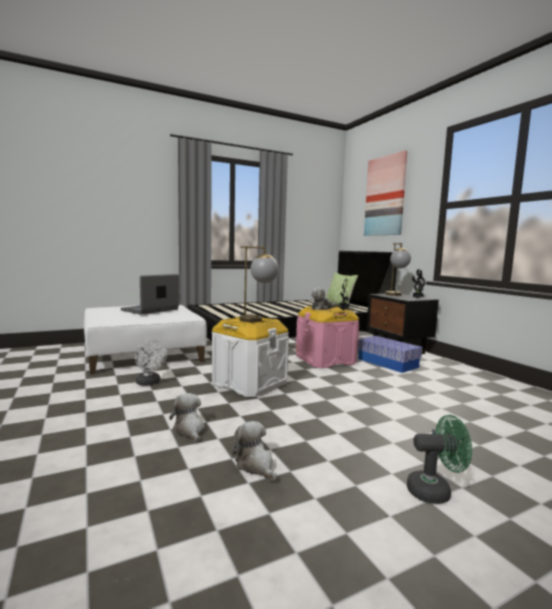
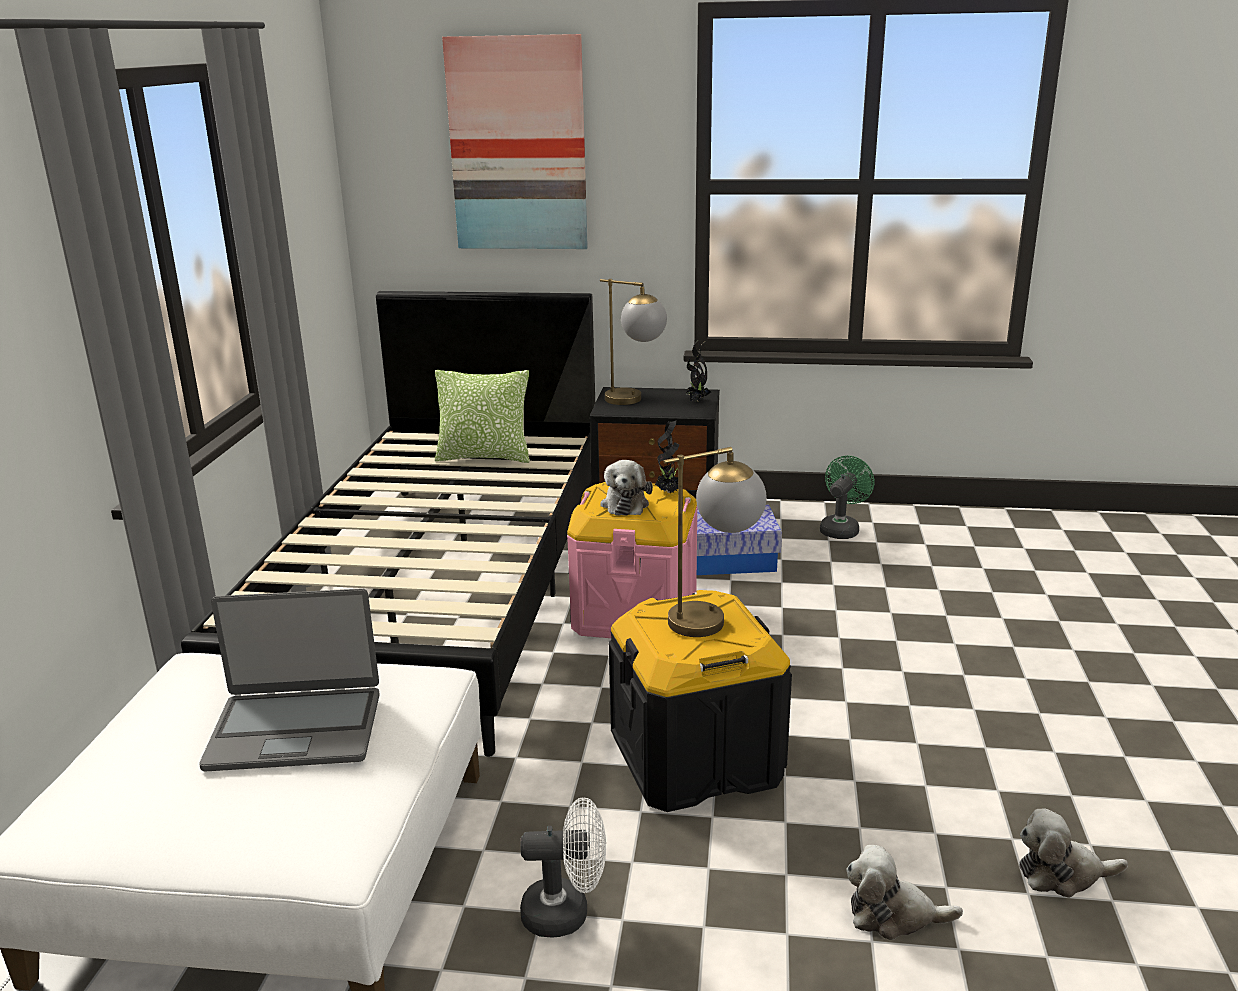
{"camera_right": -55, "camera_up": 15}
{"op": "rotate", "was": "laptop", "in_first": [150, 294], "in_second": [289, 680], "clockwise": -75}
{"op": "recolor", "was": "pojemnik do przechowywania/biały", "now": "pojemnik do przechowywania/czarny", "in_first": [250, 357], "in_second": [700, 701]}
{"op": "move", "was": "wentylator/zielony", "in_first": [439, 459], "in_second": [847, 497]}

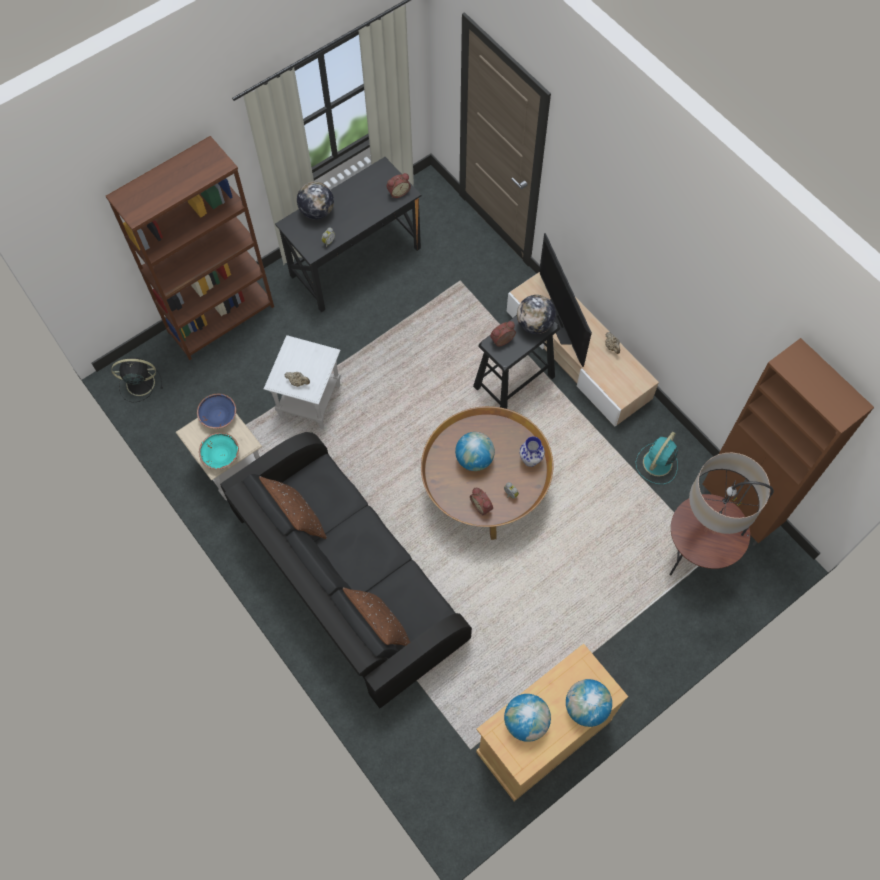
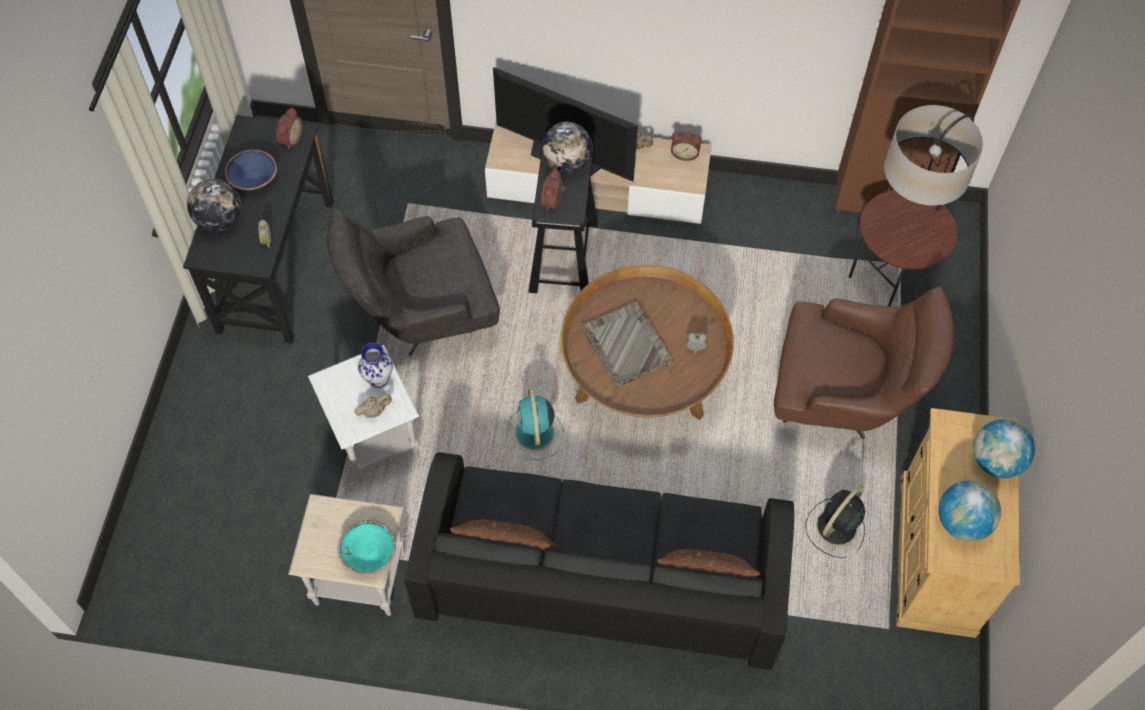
{"camera_right": -45, "camera_up": -5}
{"op": "delete", "was": "regał/brązowy", "in_first": [190, 248]}
{"op": "move", "was": "wentylator/czarny", "in_first": [136, 379], "in_second": [835, 521]}
{"op": "move", "was": "miska/niebieski", "in_first": [216, 411], "in_second": [251, 169]}
{"op": "replace", "was": "globus", "now": "taca/szary", "in_first": [475, 451], "in_second": [627, 345]}
{"op": "move", "was": "budzik", "in_first": [481, 501], "in_second": [686, 146]}
{"op": "move", "was": "wazon", "in_first": [532, 452], "in_second": [375, 365]}
{"op": "move", "was": "wentylator/turkusowy", "in_first": [657, 458], "in_second": [535, 422]}
{"op": "insert", "now": "fotel/szary", "in_second": [413, 282]}
{"op": "insert", "now": "fotel/brązowy", "in_second": [864, 363]}

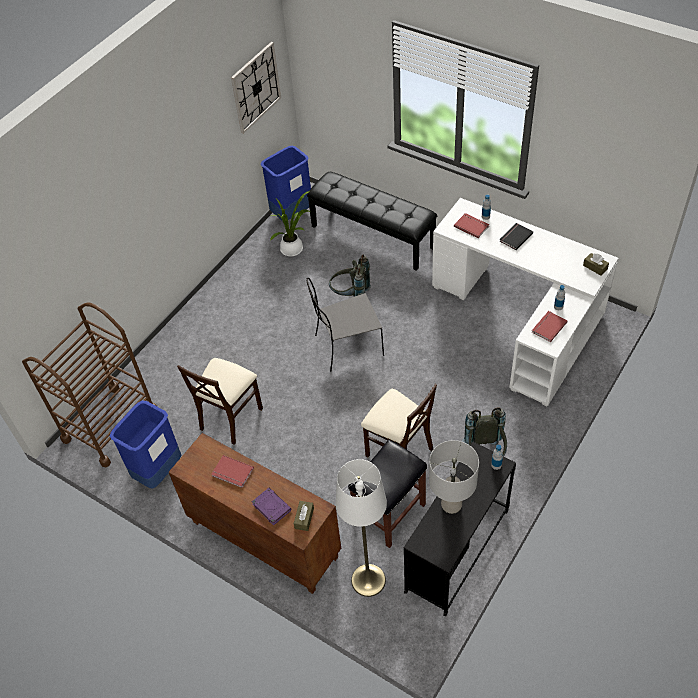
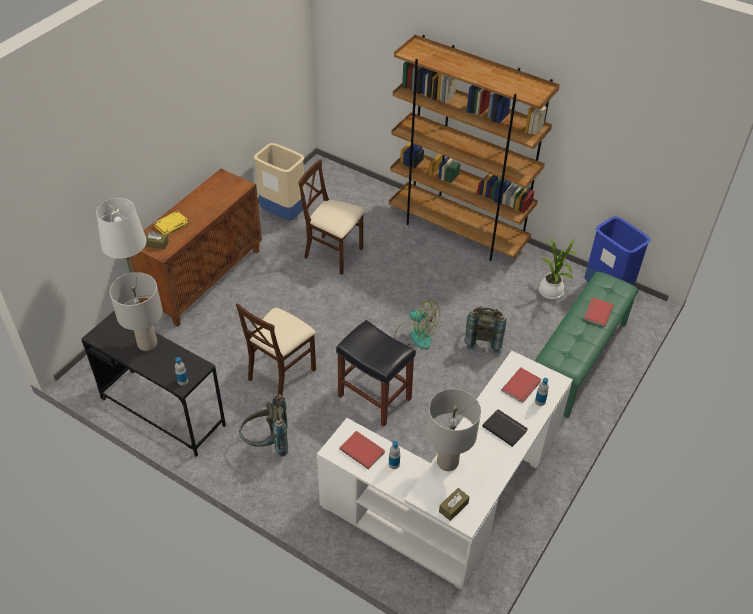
{"camera_right": 85, "camera_up": -5}
{"op": "delete", "was": "wózek/brązowy", "in_first": [89, 384]}
{"op": "recolor", "was": "kosz na śmieci/niebieski", "now": "kosz na śmieci/beżowy", "in_first": [145, 444], "in_second": [279, 181]}
{"op": "move", "was": "książka/czerwony", "in_first": [232, 471], "in_second": [599, 312]}
{"op": "delete", "was": "zegar ścienny", "in_first": [256, 88]}
{"op": "recolor", "was": "książka/fioletowy", "now": "książka/żółty", "in_first": [271, 507], "in_second": [171, 223]}
{"op": "replace", "was": "krzesło/szary", "now": "wentylator", "in_first": [345, 324], "in_second": [417, 324]}
{"op": "recolor", "was": "ławka/czarny", "now": "ławka/zielony", "in_first": [372, 221], "in_second": [587, 345]}
{"op": "move", "was": "stołek/czarny", "in_first": [387, 493], "in_second": [376, 373]}
{"op": "insert", "now": "regał/brązowy", "in_second": [474, 148]}
{"op": "insert", "now": "lampa stołowa/szary", "in_second": [454, 430]}

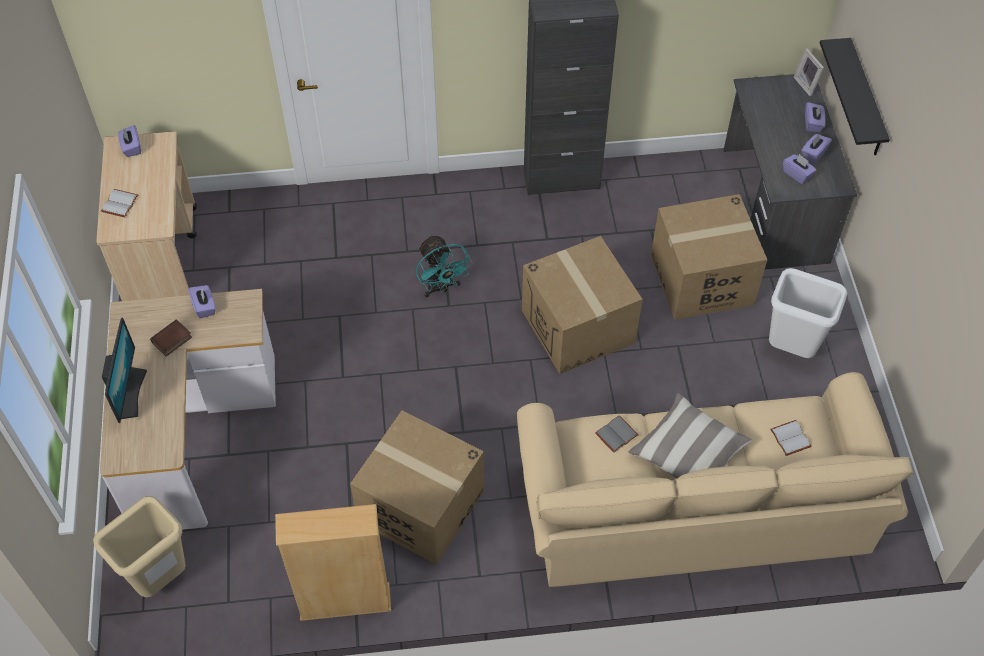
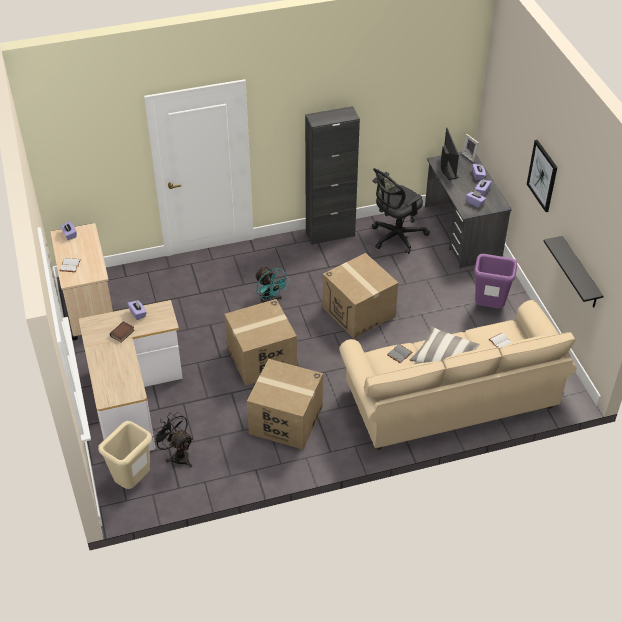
{"camera_right": -10, "camera_up": -10}
{"op": "move", "was": "monitor", "in_first": [124, 370], "in_second": [450, 154]}
{"op": "delete", "was": "regał/beżowy", "in_first": [333, 562]}
{"op": "move", "was": "karton", "in_first": [709, 257], "in_second": [260, 342]}
{"op": "recolor", "was": "kosz na śmieci/biały", "now": "kosz na śmieci/fioletowy", "in_first": [808, 313], "in_second": [495, 281]}
{"op": "move", "was": "półka/czarny", "in_first": [855, 96], "in_second": [573, 271]}
{"op": "insert", "now": "wentylator/czarny", "in_second": [172, 440]}
{"op": "insert", "now": "krzesło biurowe/czarny", "in_second": [401, 211]}
{"op": "insert", "now": "obraz", "in_second": [542, 176]}

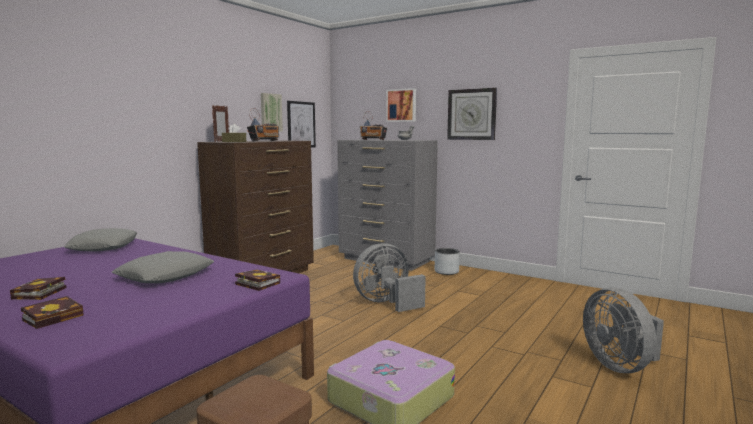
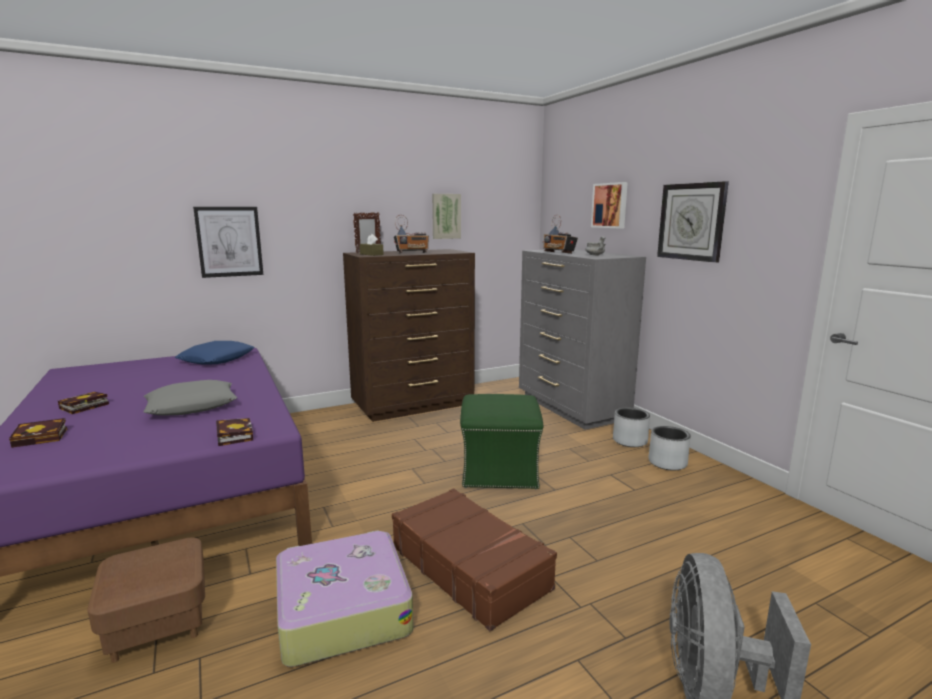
{"camera_right": 30, "camera_up": 5}
{"op": "recolor", "was": "poduszka/szary", "now": "poduszka/niebieski", "in_first": [101, 240], "in_second": [214, 353]}
{"op": "move", "was": "obraz", "in_first": [301, 124], "in_second": [228, 242]}
{"op": "replace", "was": "wentylator/szary", "now": "pufa/zielony", "in_first": [389, 277], "in_second": [501, 441]}
{"op": "insert", "now": "walizka/brązowy", "in_second": [474, 559]}
{"op": "insert", "now": "donica/szary", "in_second": [670, 448]}

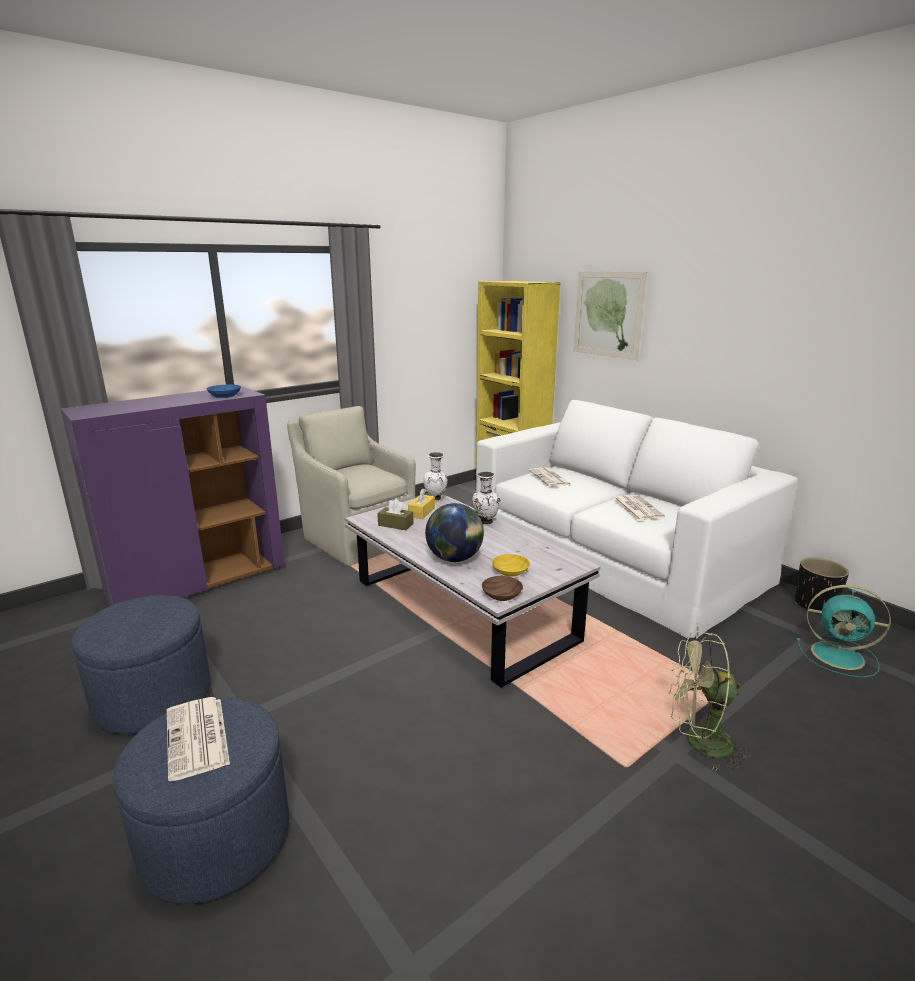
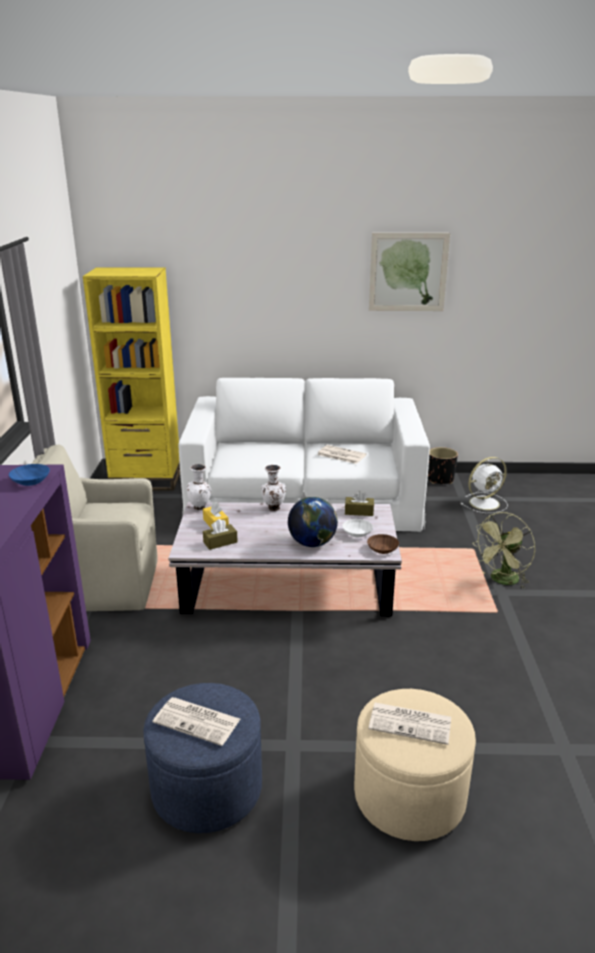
{"camera_right": -50, "camera_up": 5}
{"op": "recolor", "was": "pufa/niebieski", "now": "pufa/beżowy", "in_first": [201, 801], "in_second": [415, 765]}
{"op": "recolor", "was": "miska/żółty", "now": "miska/biały", "in_first": [511, 565], "in_second": [357, 528]}
{"op": "move", "was": "gazeta", "in_first": [550, 477], "in_second": [196, 721]}
{"op": "move", "was": "obraz", "in_first": [610, 315], "in_second": [409, 272]}
{"op": "recolor", "was": "wentylator/turkusowy", "now": "wentylator/biały", "in_first": [844, 631], "in_second": [484, 485]}
{"op": "insert", "now": "pudełko chusteczek/brązowy", "in_second": [359, 503]}

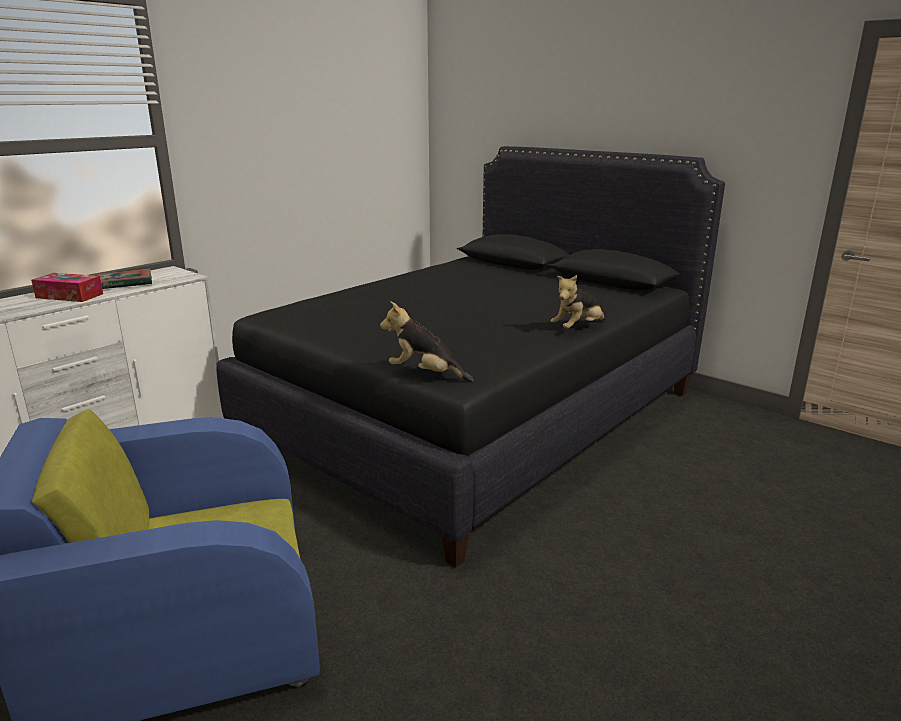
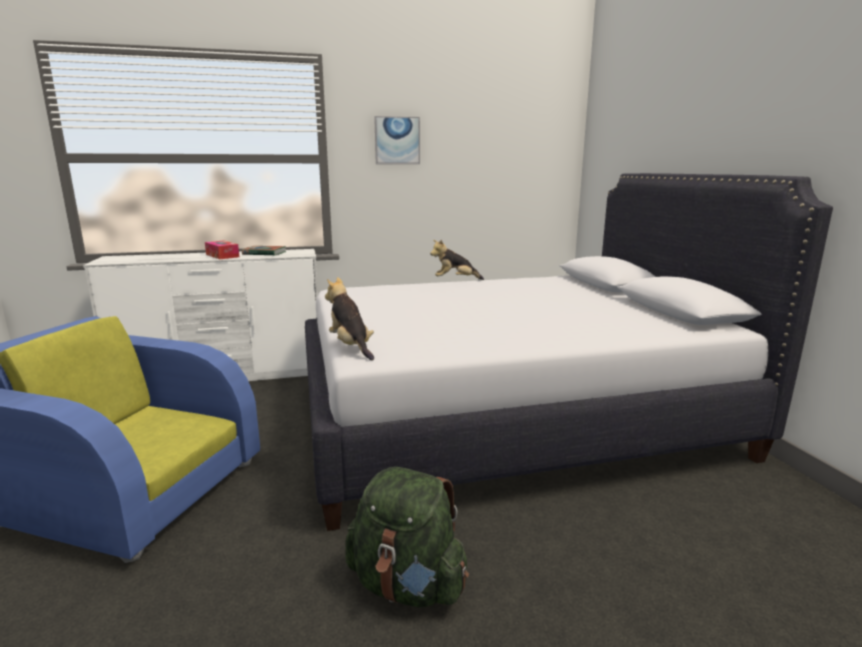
{"camera_right": 35, "camera_up": -5}
{"op": "recolor", "was": "łóżko/czarny", "now": "łóżko/biały", "in_first": [470, 357], "in_second": [569, 352]}
{"op": "move", "was": "pluszak", "in_first": [578, 302], "in_second": [457, 260]}
{"op": "insert", "now": "plecak/zielony", "in_second": [407, 537]}
{"op": "insert", "now": "obraz", "in_second": [397, 140]}

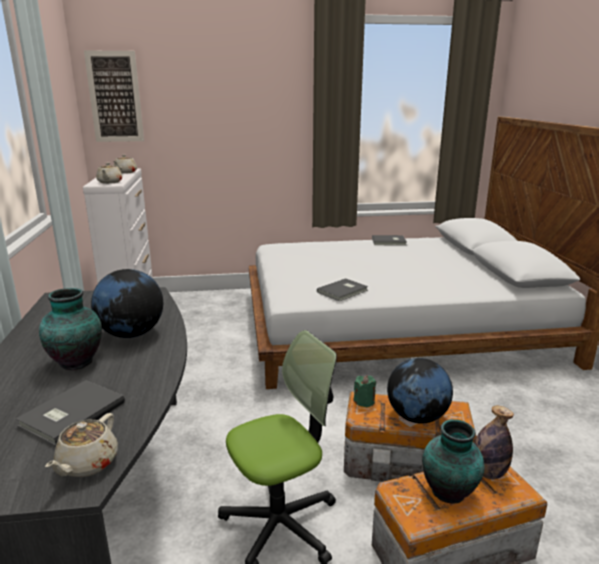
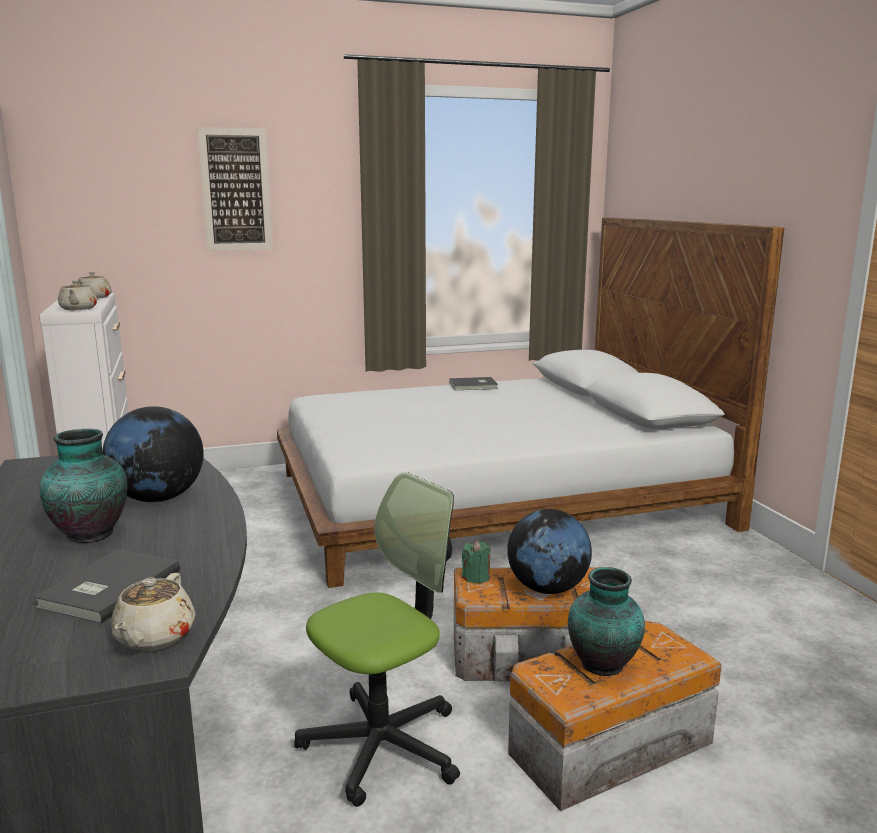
{"camera_right": -10, "camera_up": -5}
{"op": "move", "was": "obraz", "in_first": [114, 96], "in_second": [235, 189]}
{"op": "delete", "was": "książka/szary", "in_first": [342, 289]}
{"op": "delete", "was": "butelka", "in_first": [494, 442]}

